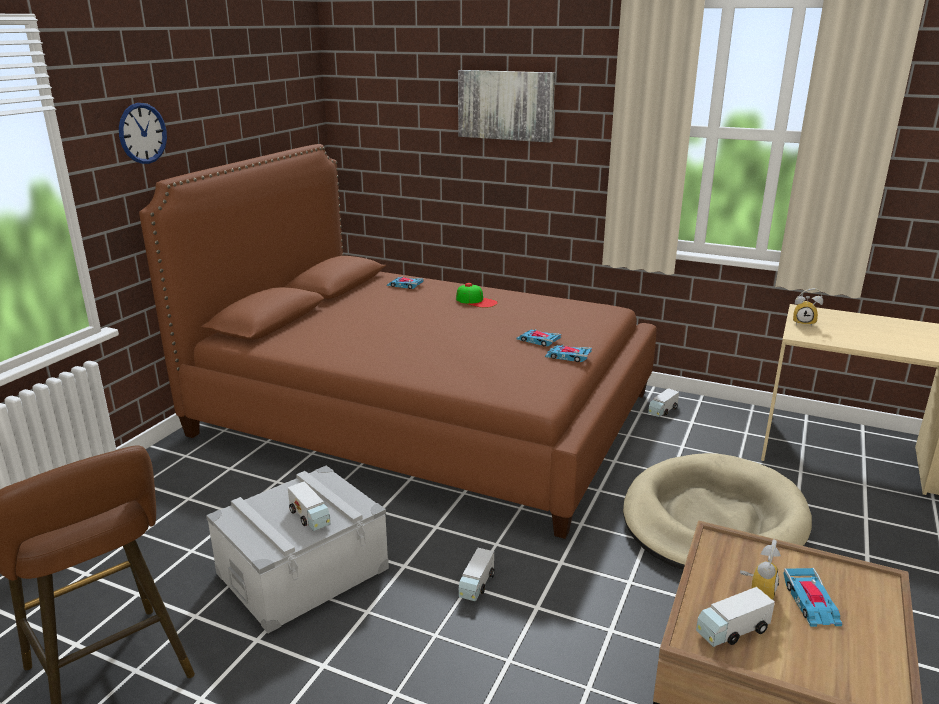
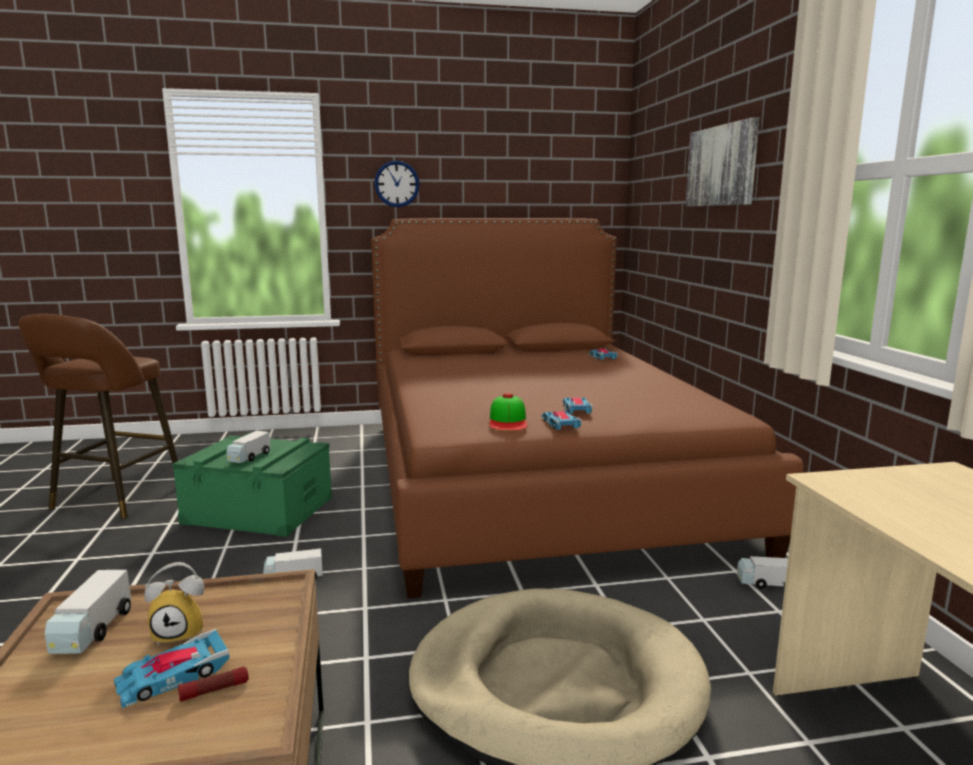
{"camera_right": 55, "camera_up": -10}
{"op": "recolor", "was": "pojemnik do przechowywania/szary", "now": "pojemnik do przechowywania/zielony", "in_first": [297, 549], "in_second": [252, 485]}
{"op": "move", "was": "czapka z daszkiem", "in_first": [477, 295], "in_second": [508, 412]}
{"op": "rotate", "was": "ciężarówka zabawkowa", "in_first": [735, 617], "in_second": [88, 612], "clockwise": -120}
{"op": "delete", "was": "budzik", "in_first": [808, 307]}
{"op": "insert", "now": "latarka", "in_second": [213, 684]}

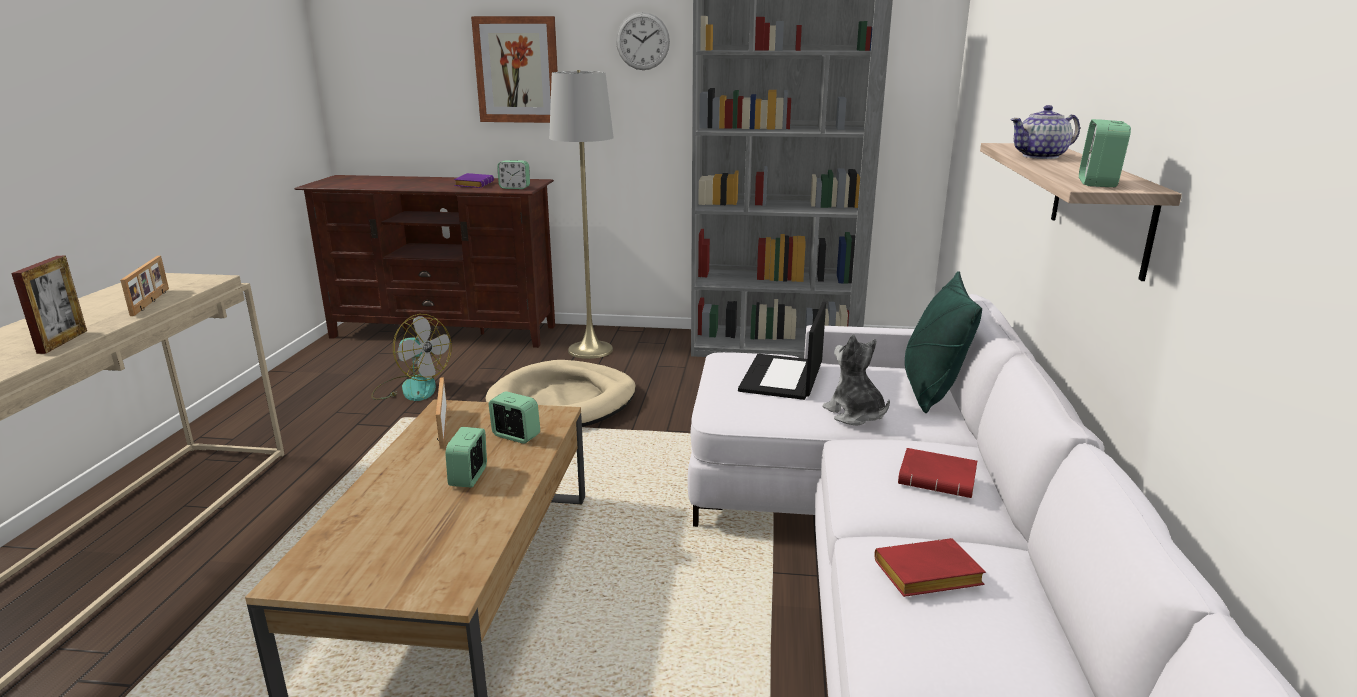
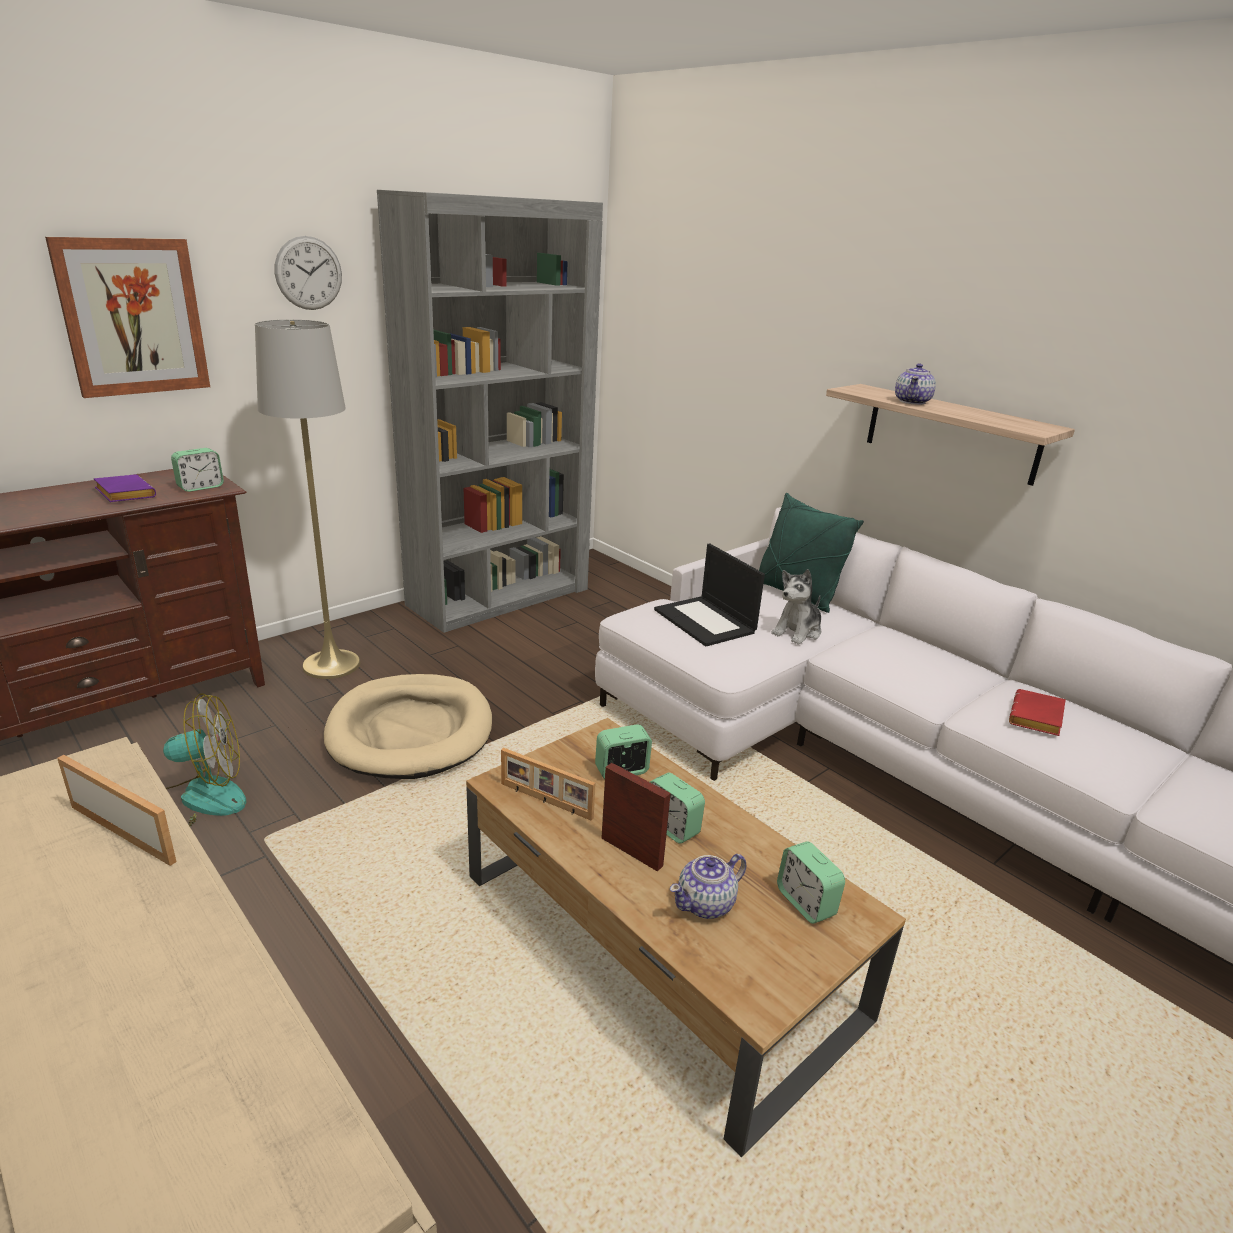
{"camera_right": -50, "camera_up": 5}
{"op": "move", "was": "ramka na zdjęcie", "in_first": [49, 305], "in_second": [636, 817]}
{"op": "rotate", "was": "pluszak", "in_first": [856, 380], "in_second": [796, 606], "clockwise": -60}
{"op": "delete", "was": "książka/czerwony", "in_first": [937, 473]}
{"op": "move", "was": "budzik", "in_first": [1105, 153], "in_second": [811, 882]}
{"op": "insert", "now": "imbryk", "in_second": [708, 886]}

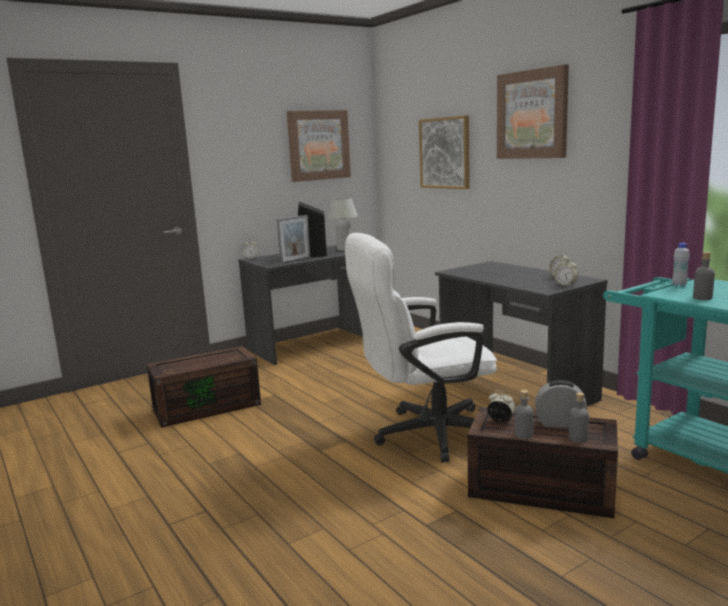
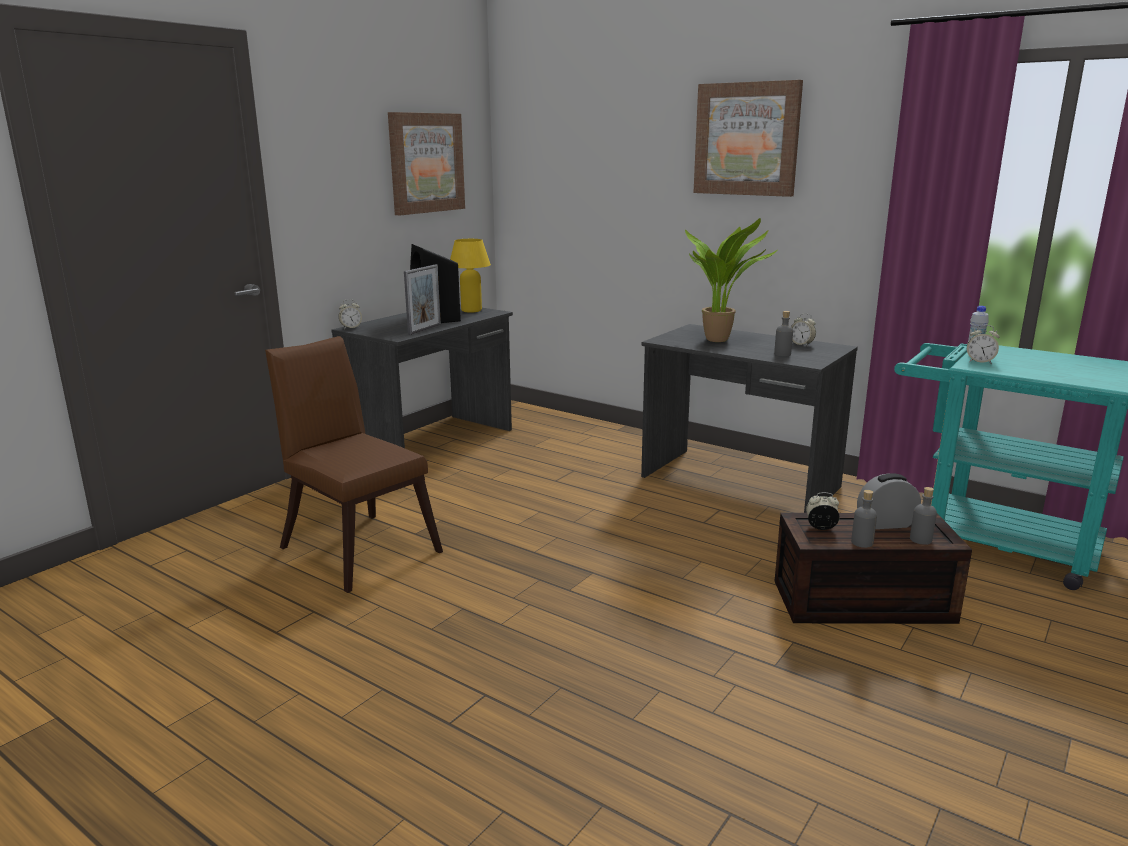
{"camera_right": -20, "camera_up": 5}
{"op": "replace", "was": "pojemnik do przechowywania/brązowy", "now": "krzesło/brązowy", "in_first": [204, 387], "in_second": [354, 464]}
{"op": "recolor", "was": "lampa stołowa/biały", "now": "lampa stołowa/żółty", "in_first": [342, 224], "in_second": [470, 276]}
{"op": "delete", "was": "krzesło biurowe/biały", "in_first": [421, 347]}
{"op": "delete", "was": "obraz", "in_first": [444, 152]}
{"op": "move", "was": "budzik", "in_first": [566, 272], "in_second": [983, 344]}
{"op": "move", "was": "butelka/szary", "in_first": [704, 276], "in_second": [783, 334]}
{"op": "insert", "now": "roślina doniczkowa", "in_second": [731, 280]}

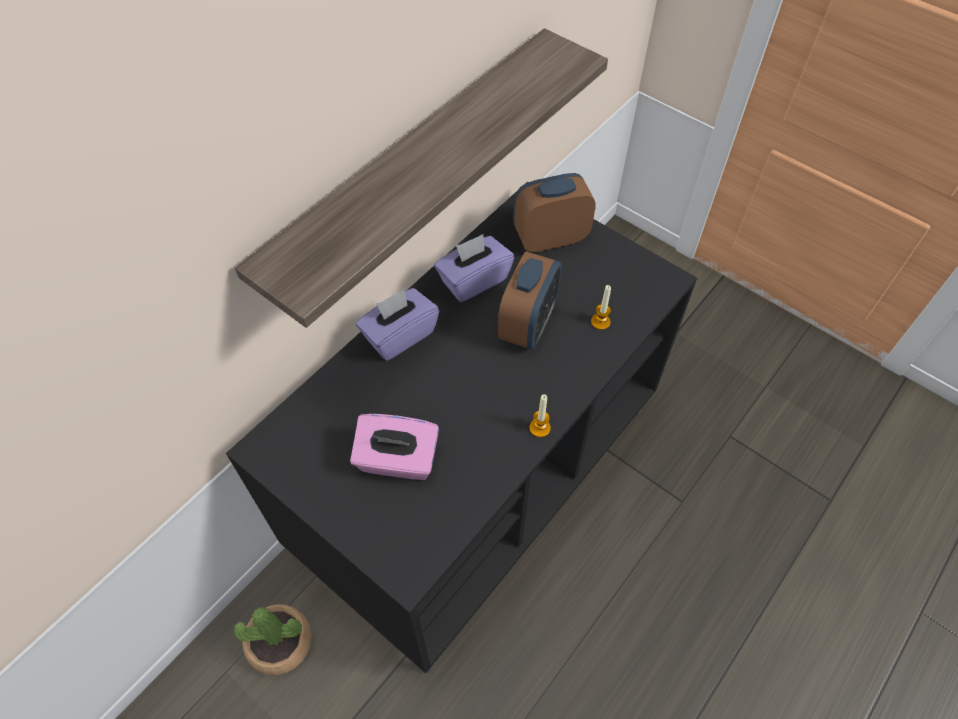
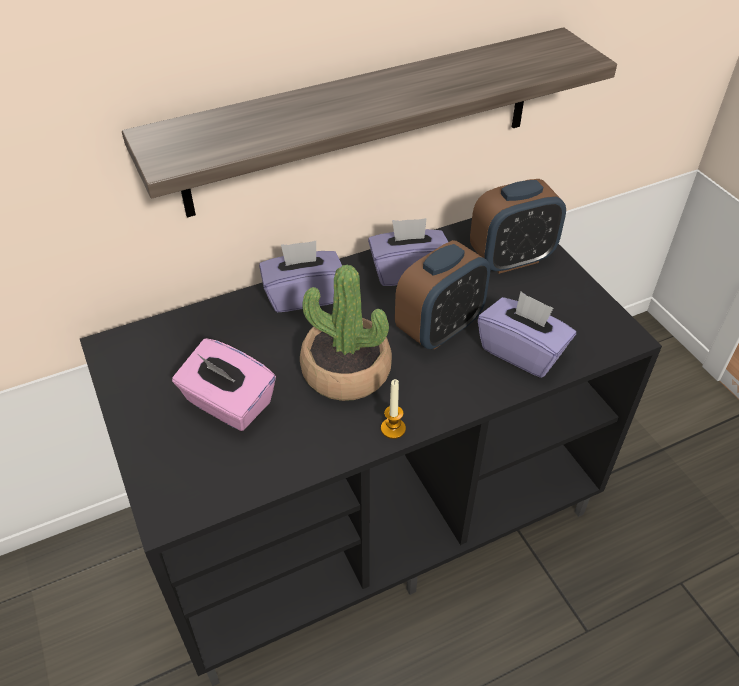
{"camera_right": 25, "camera_up": -10}
{"op": "move", "was": "roślina doniczkowa", "in_first": [273, 640], "in_second": [346, 332]}
{"op": "rotate", "was": "budzik", "in_first": [554, 212], "in_second": [518, 226], "clockwise": 150}
{"op": "replace", "was": "świeca", "now": "pudełko chusteczek/fioletowy", "in_first": [601, 307], "in_second": [527, 334]}

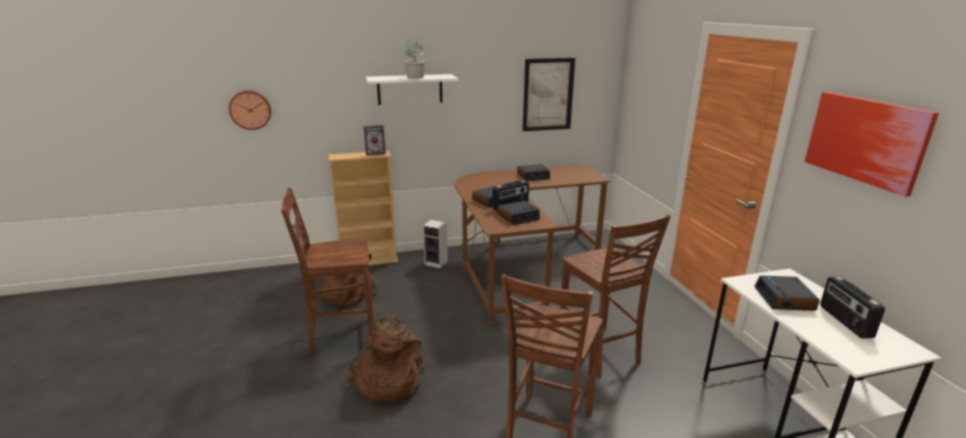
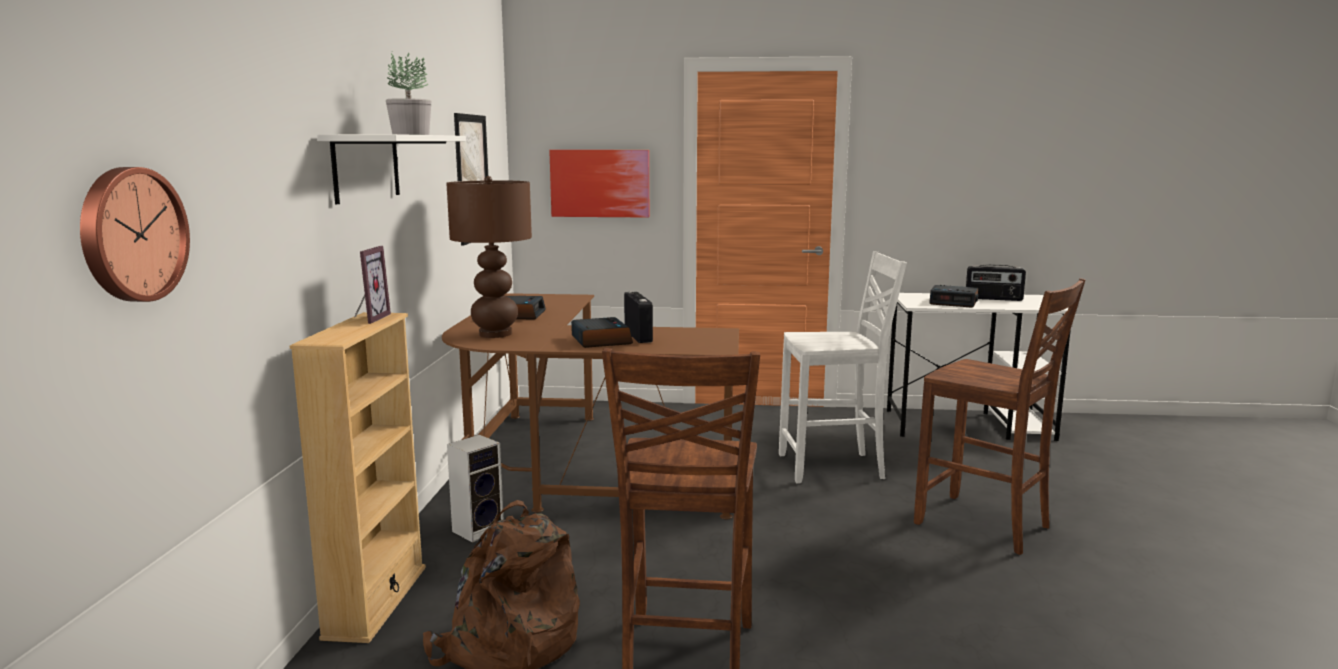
{"camera_right": -70, "camera_up": -10}
{"op": "delete", "was": "plecak/brązowy", "in_first": [386, 358]}
{"op": "delete", "was": "budzik", "in_first": [518, 213]}
{"op": "recolor", "was": "krzesło/brązowy", "now": "krzesło/biały", "in_first": [615, 296], "in_second": [843, 367]}
{"op": "move", "was": "obraz", "in_first": [872, 144], "in_second": [599, 184]}
{"op": "insert", "now": "lampa stołowa/brązowy", "in_second": [489, 257]}

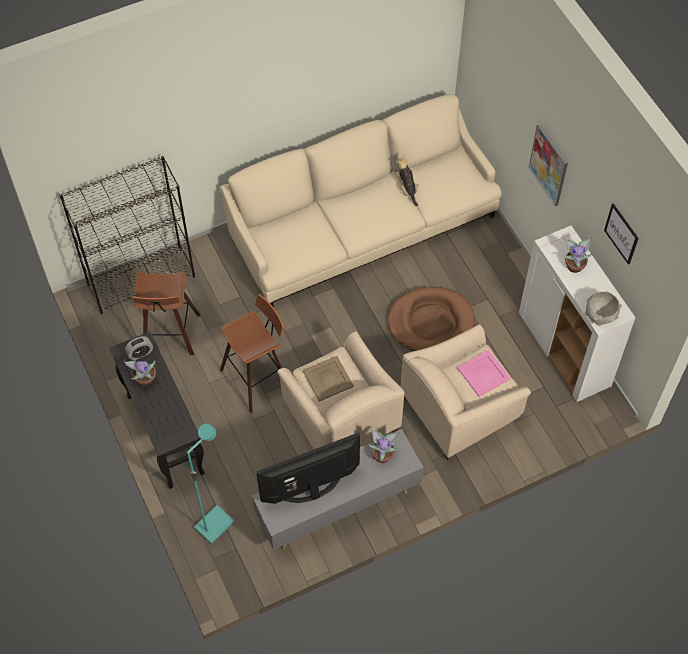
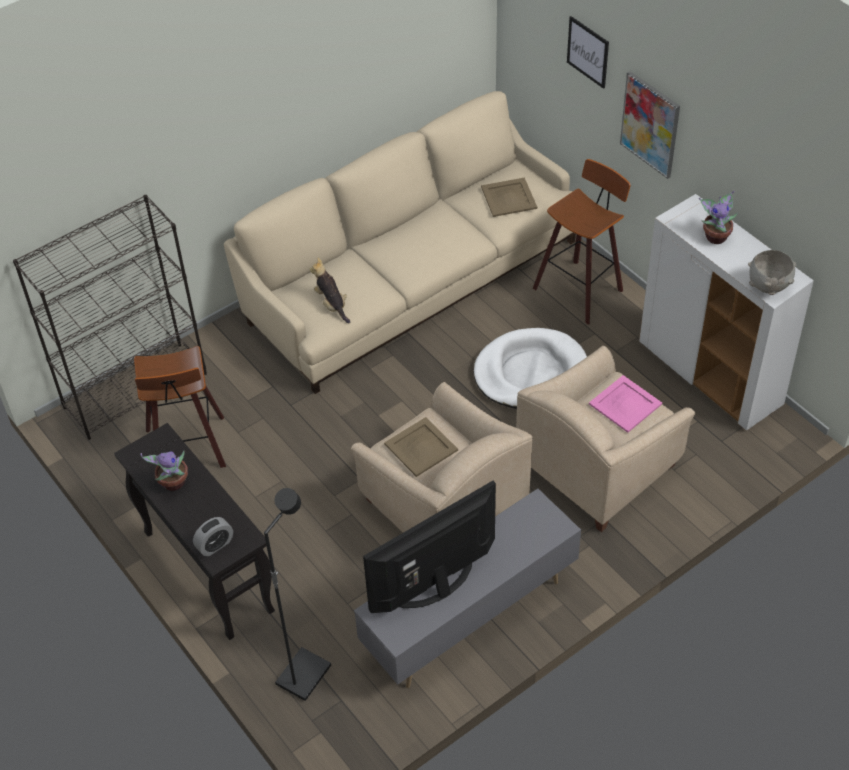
{"camera_right": -10, "camera_up": -10}
{"op": "move", "was": "budzik", "in_first": [139, 348], "in_second": [213, 536]}
{"op": "recolor", "was": "lampa stojąca/turkusowy", "now": "lampa stojąca/czarny", "in_first": [211, 484], "in_second": [297, 594]}
{"op": "move", "was": "stołek", "in_first": [251, 353], "in_second": [582, 242]}
{"op": "delete", "was": "roślina doniczkowa", "in_first": [384, 446]}
{"op": "recolor", "was": "legowisko/brązowy", "now": "legowisko/biały", "in_first": [431, 318], "in_second": [530, 368]}
{"op": "move", "was": "pluszak", "in_first": [407, 180], "in_second": [329, 290]}
{"op": "move", "was": "obraz", "in_first": [621, 234], "in_second": [588, 52]}
{"op": "insert", "now": "taca/beżowy", "in_second": [509, 197]}

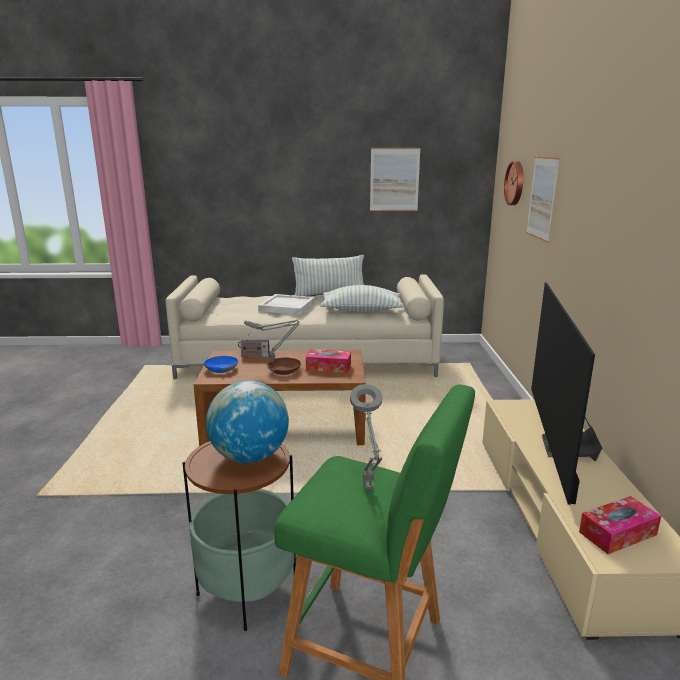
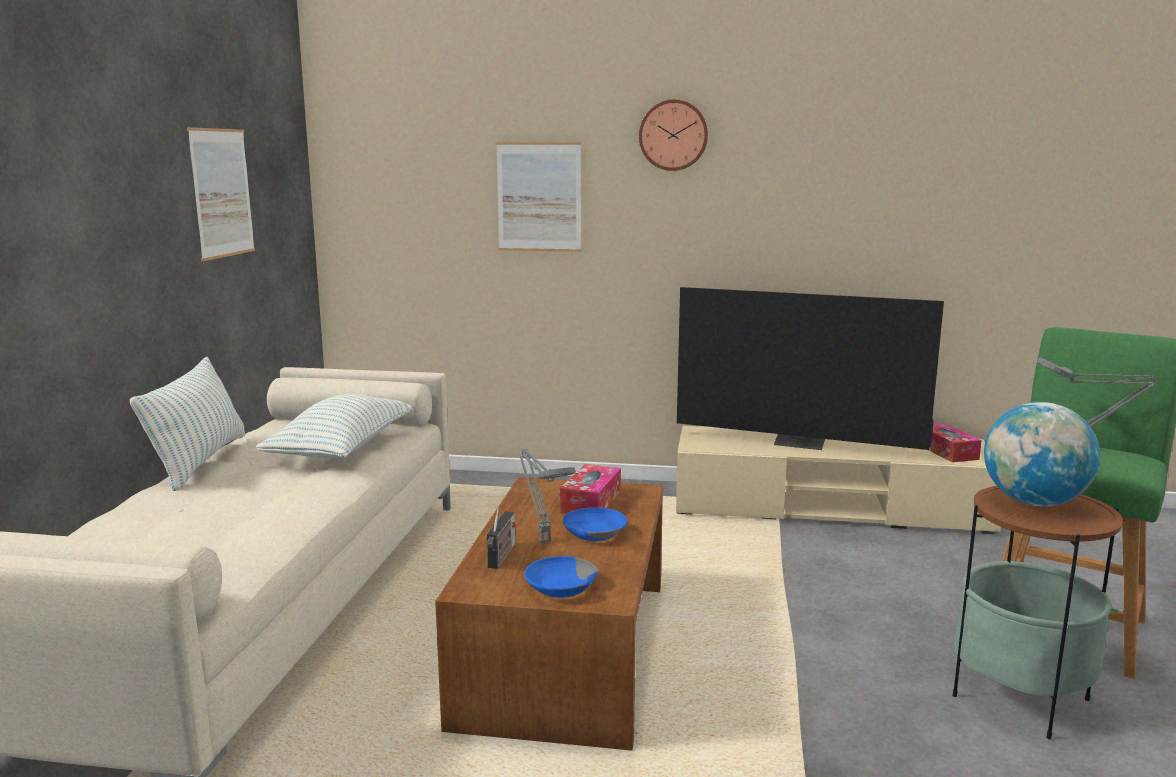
{"camera_right": -80, "camera_up": -5}
{"op": "delete", "was": "taca/biały", "in_first": [286, 304]}
{"op": "recolor", "was": "miska/brązowy", "now": "miska/niebieski", "in_first": [284, 366], "in_second": [594, 524]}
{"op": "move", "was": "zegar ścienny", "in_first": [513, 183], "in_second": [673, 135]}

